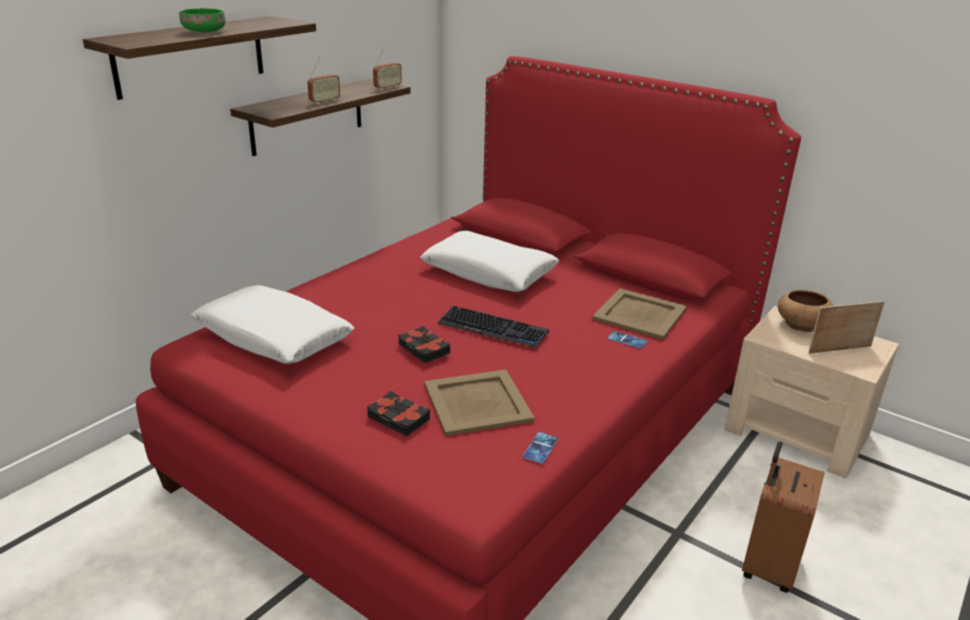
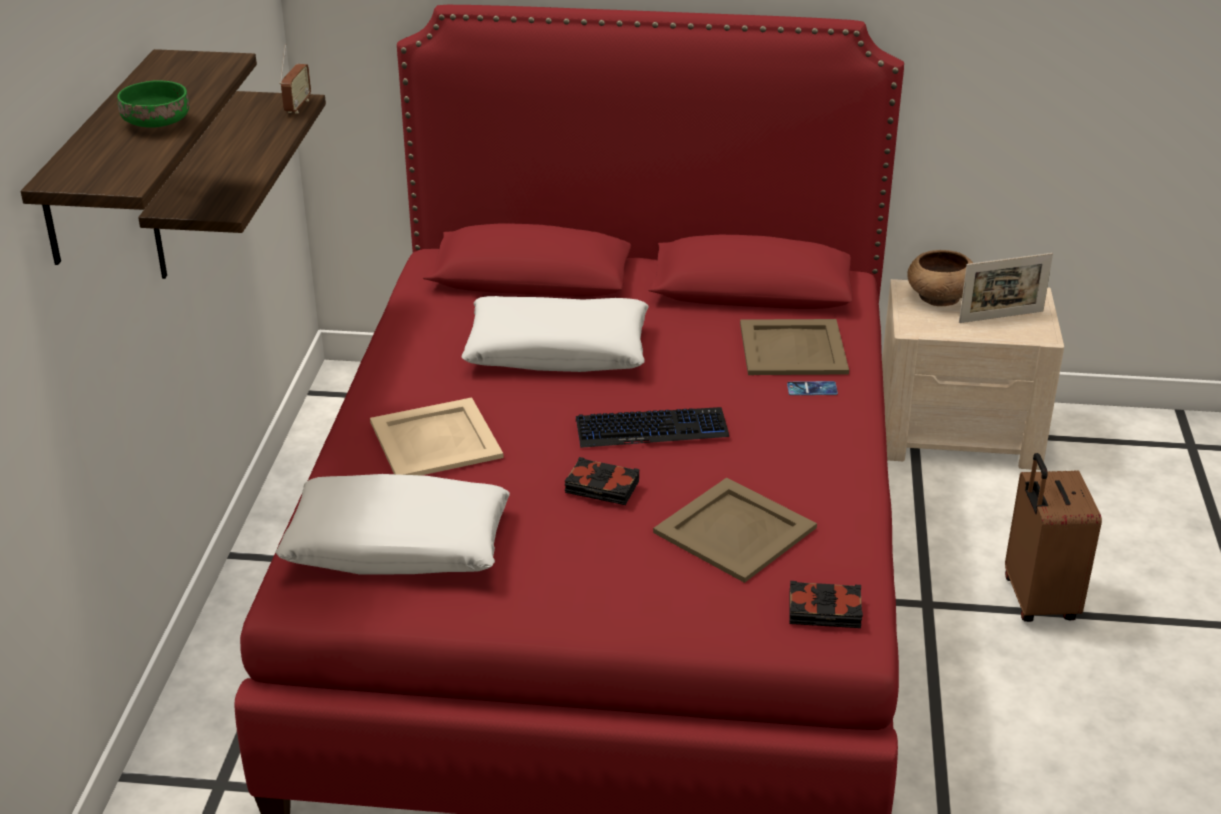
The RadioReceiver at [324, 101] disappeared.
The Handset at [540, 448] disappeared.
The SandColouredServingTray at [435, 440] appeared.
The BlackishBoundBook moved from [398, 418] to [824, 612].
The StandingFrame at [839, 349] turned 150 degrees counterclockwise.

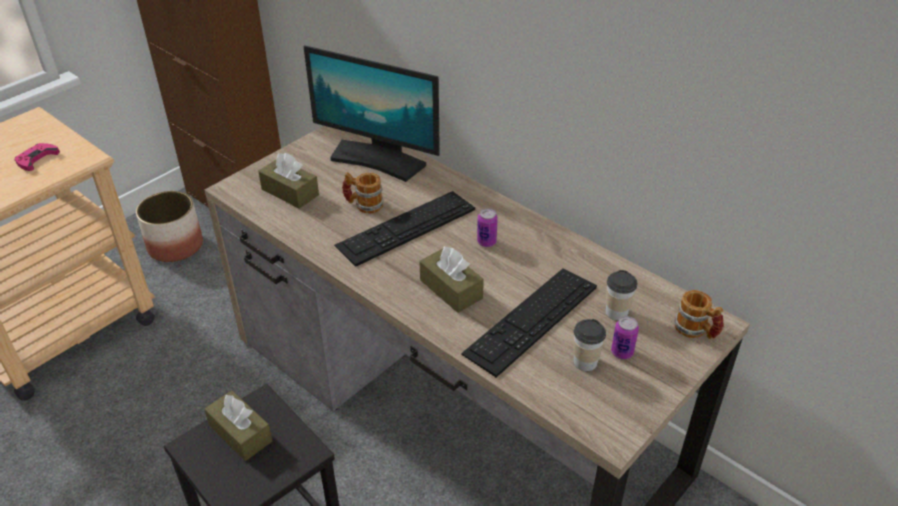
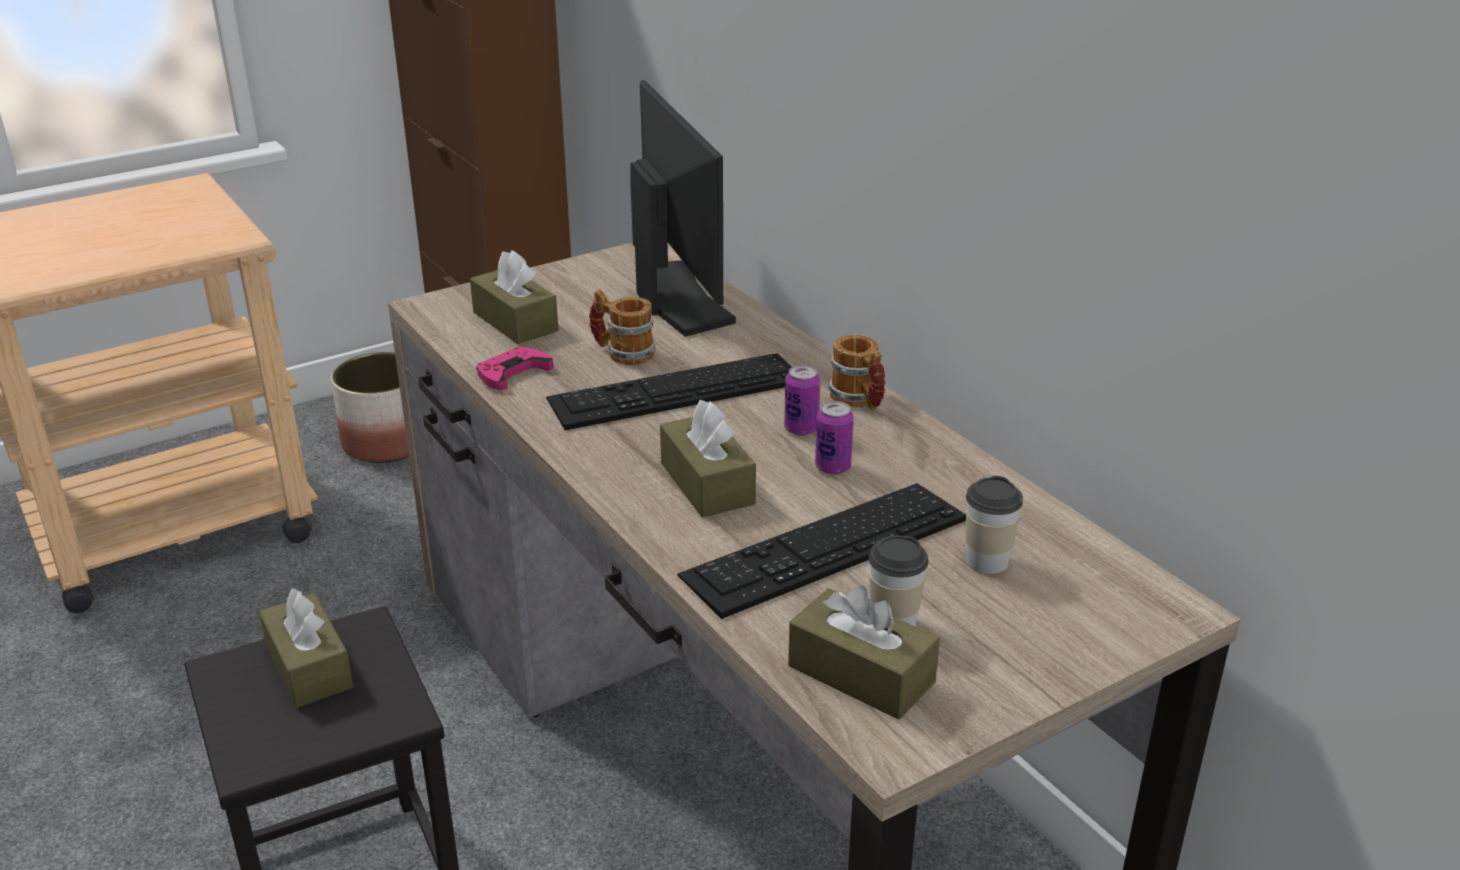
The BrownBoxOfTissues at [861, 674] appeared.
The PinkGameController moved from [37, 159] to [513, 373].
The Can moved from [622, 352] to [833, 467].
The TeaMug moved from [696, 331] to [859, 400].
The ComputerScreen at [378, 159] turned 150 degrees counterclockwise.

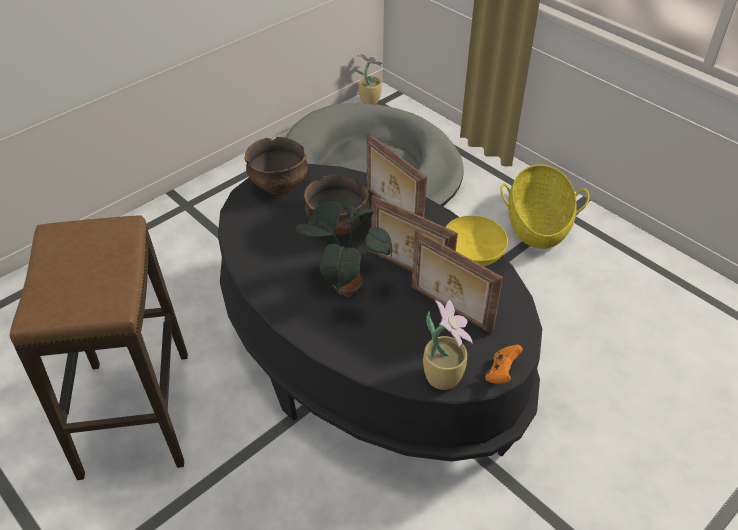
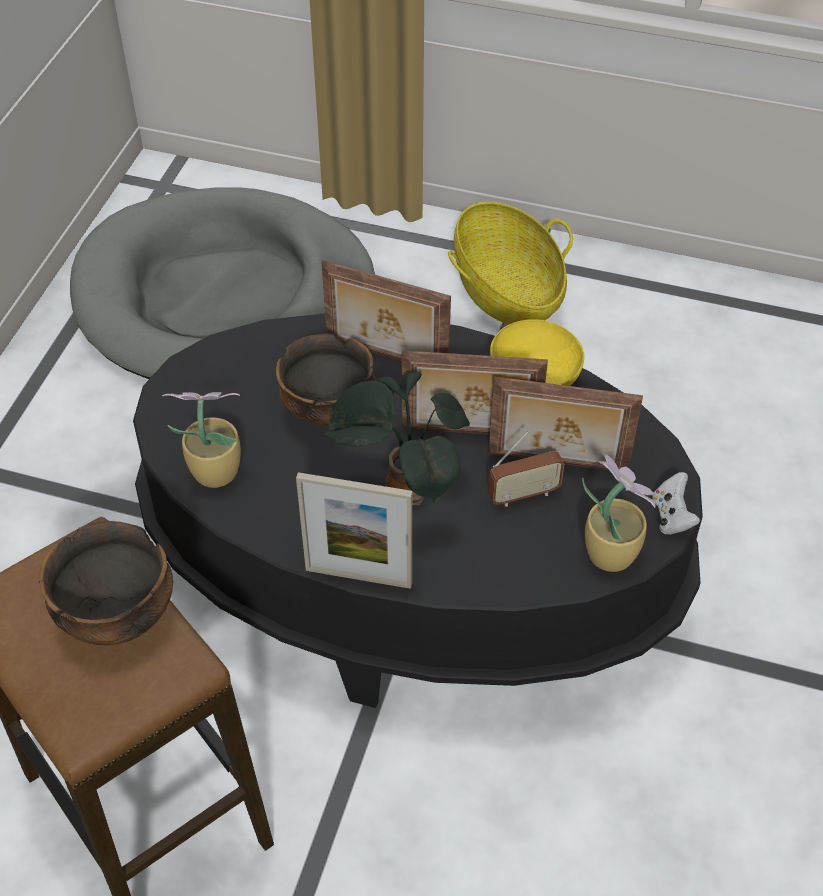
The StandingFrame at [358, 576] appeared.
The RadioReceiver at [523, 494] appeared.
The ServingBowl moved from [279, 185] to [118, 615].
The PottedPlant moved from [369, 100] to [213, 471].
The OrangeyGameController at [501, 373] became the WhitishGameController at [671, 516].

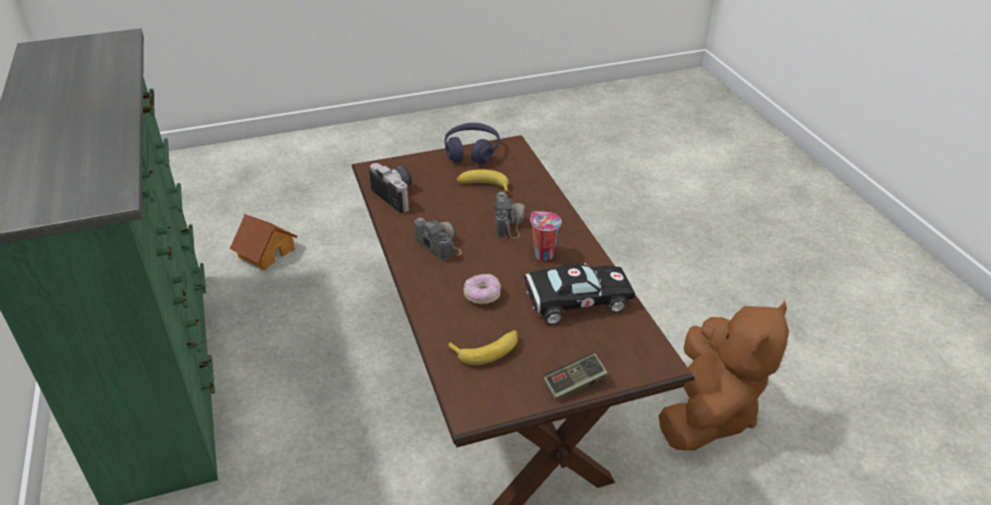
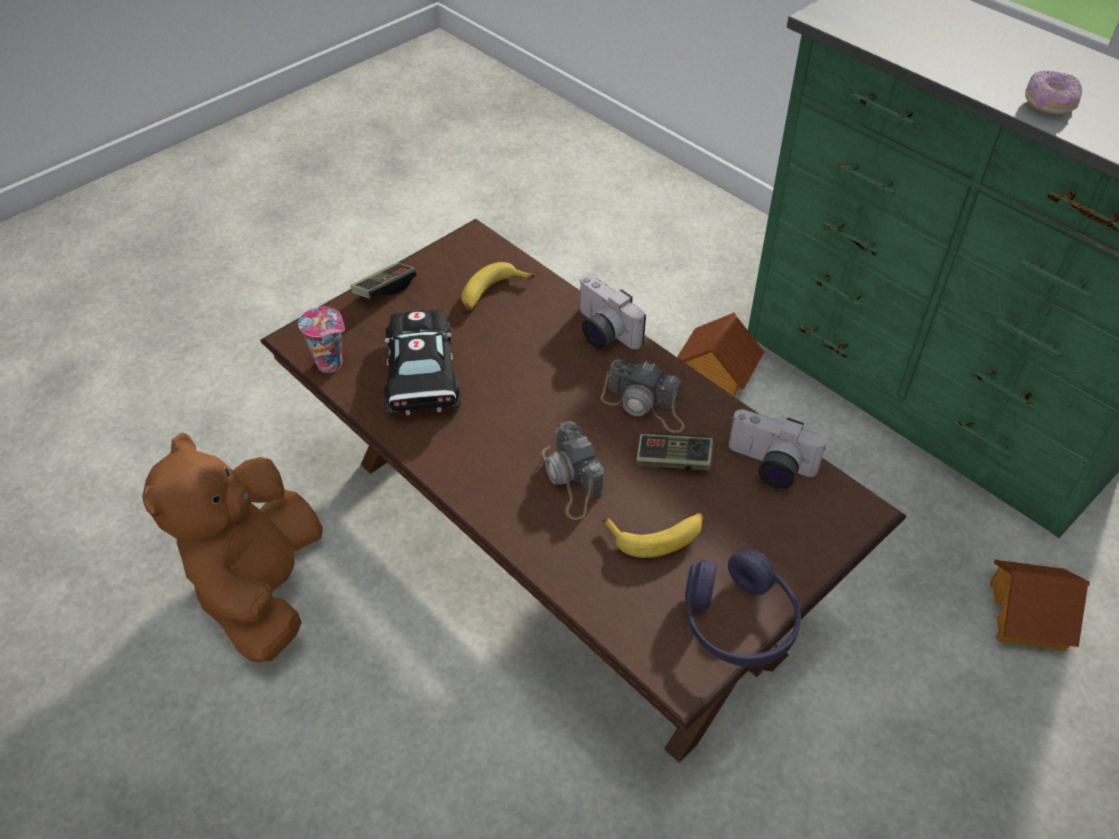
The PhotoCamera at [601, 332] appeared.
The GameController at [673, 460] appeared.
The MiniatureHouse at [715, 372] appeared.
The Doughnut moved from [482, 296] to [1048, 104].
The Cup moved from [542, 255] to [331, 364].
The BlackishModelCar at [573, 302] turned 120 degrees clockwise.

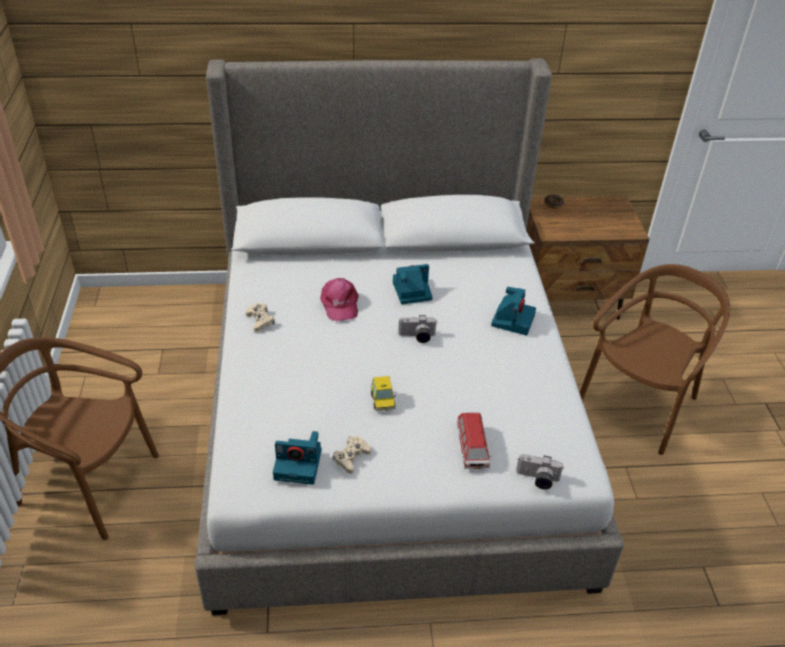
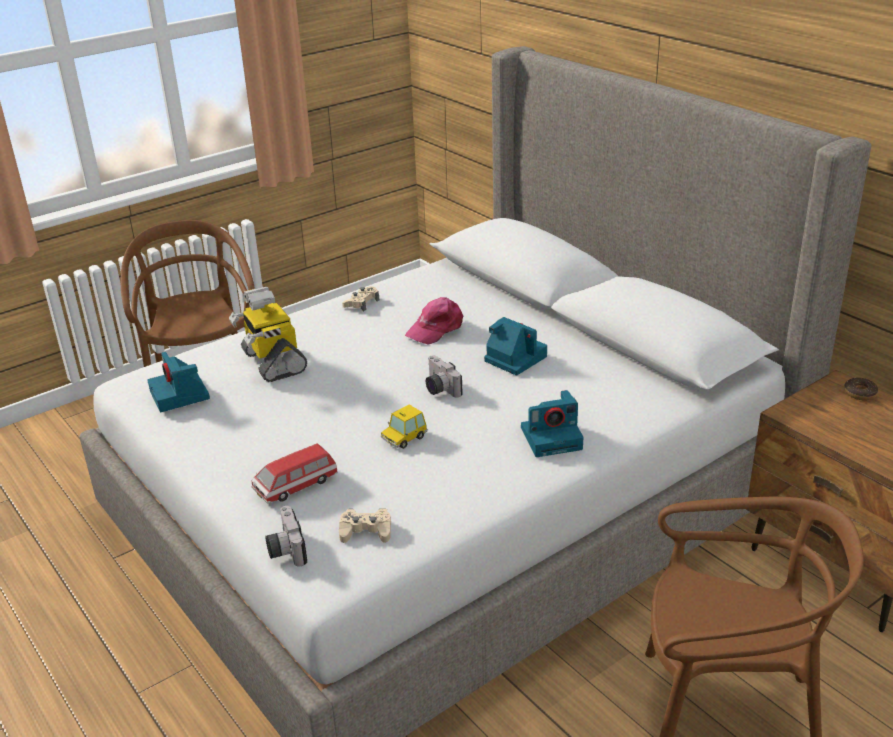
The RobotFigure at [272, 362] appeared.
The SandColouredGameController moved from [351, 457] to [366, 531].
The ModelCar moved from [383, 401] to [404, 438].

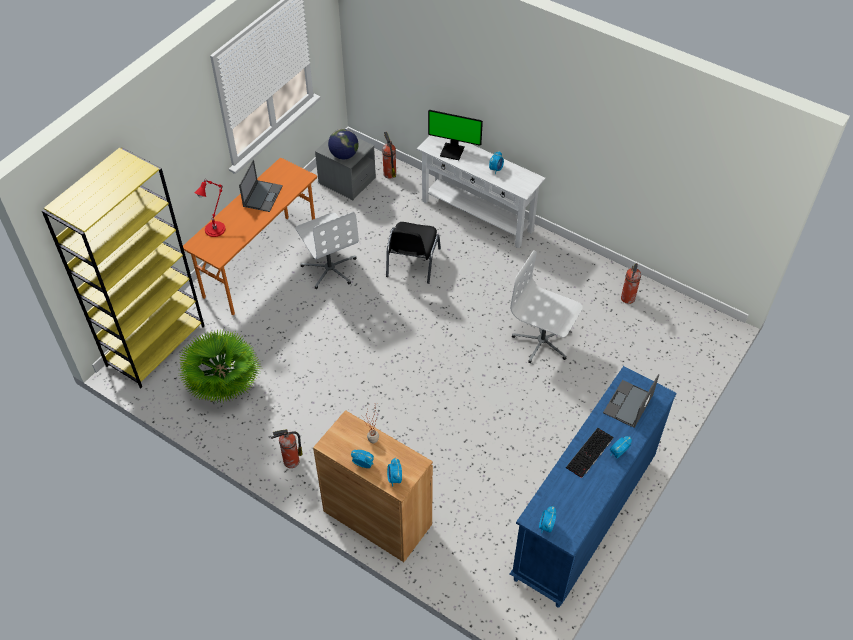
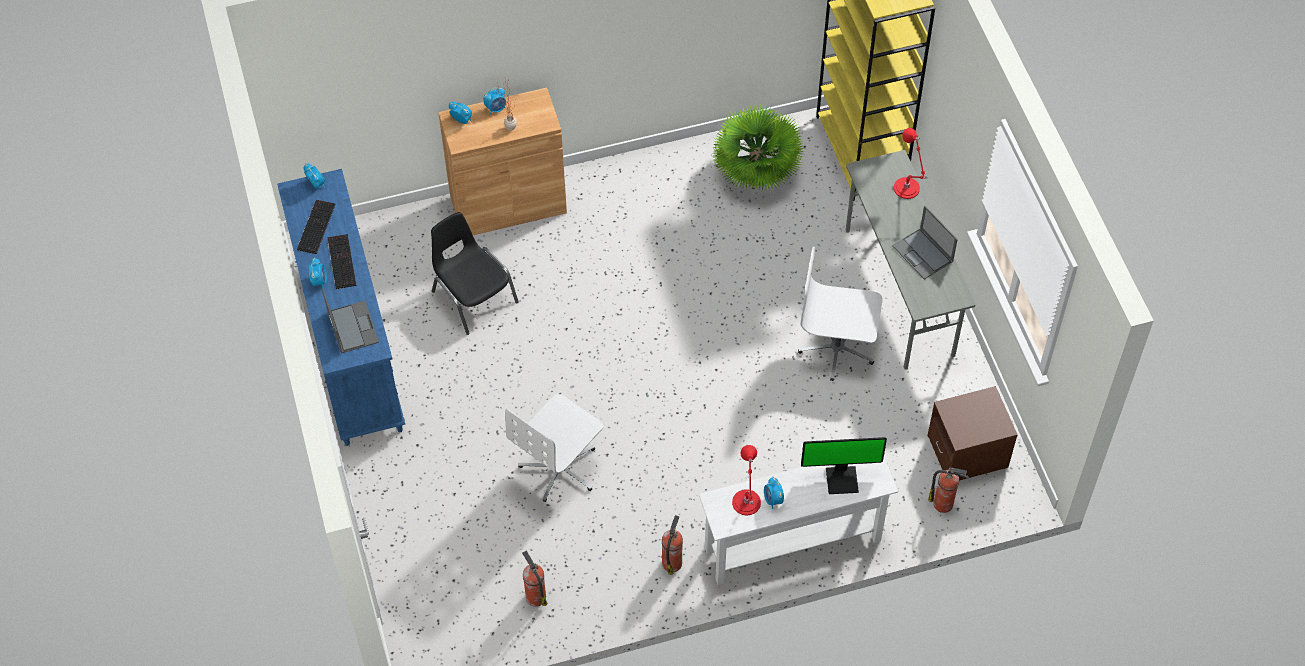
The DeskGlobe at [344, 155] disappeared.
The ComputerKeyboard at [315, 226] appeared.
The ReddishTabletopLamp at [746, 505] appeared.
The Extinguisher moved from [290, 461] to [672, 562].
The BlackishUprightChair moved from [412, 263] to [473, 296].
The OrangeyDesk at [261, 264] became the GrayDesk at [900, 293].
The GrayBedsideTable at [347, 181] became the BrownBedsideTable at [967, 452].
The ComputerScreen at [453, 151] turned 150 degrees counterclockwise.
The WhitishOfficeChair at [542, 342] turned 150 degrees clockwise.

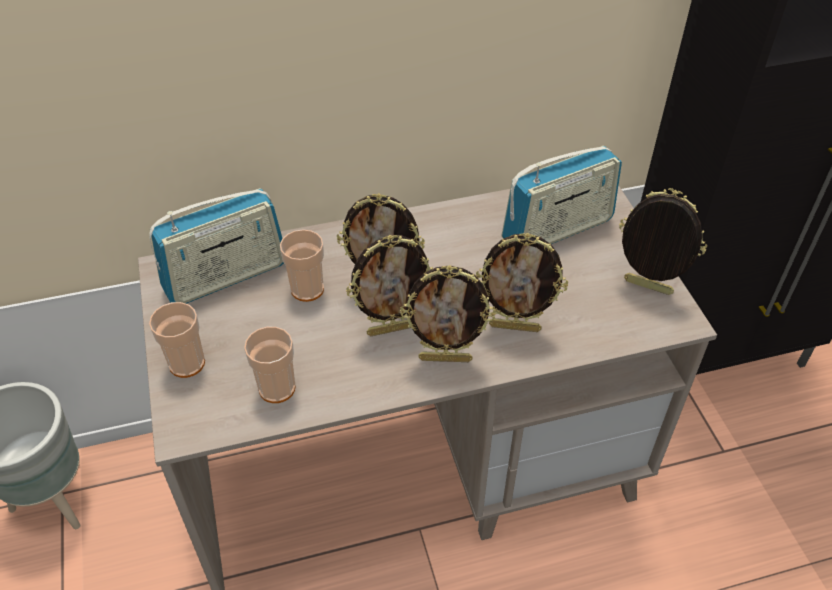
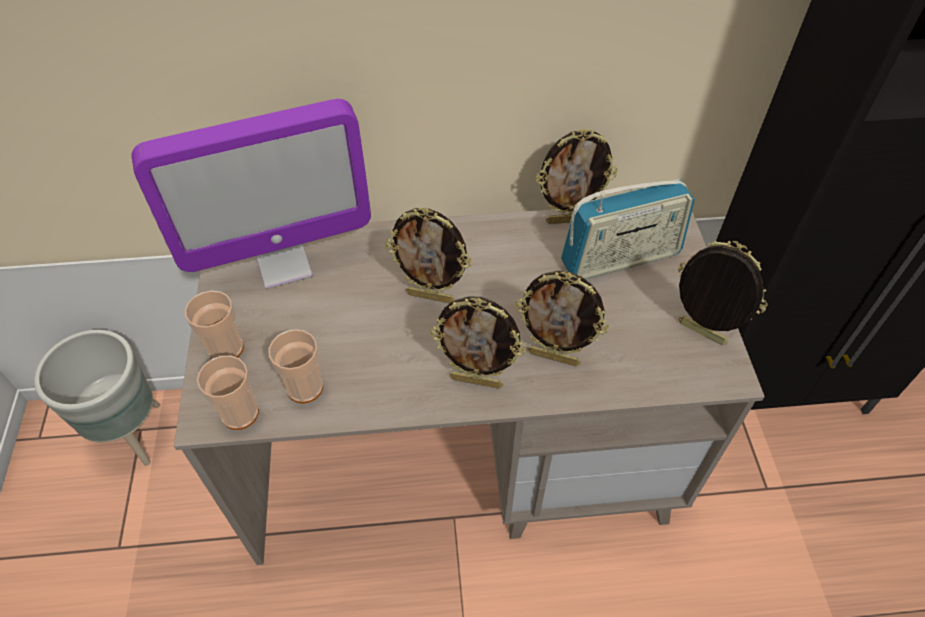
The Cup moved from [307, 289] to [240, 413].
The StandingFrame moved from [392, 329] to [568, 220].
The RadioReceiver at [226, 276] was replaced by the ComputerScreen at [283, 264].

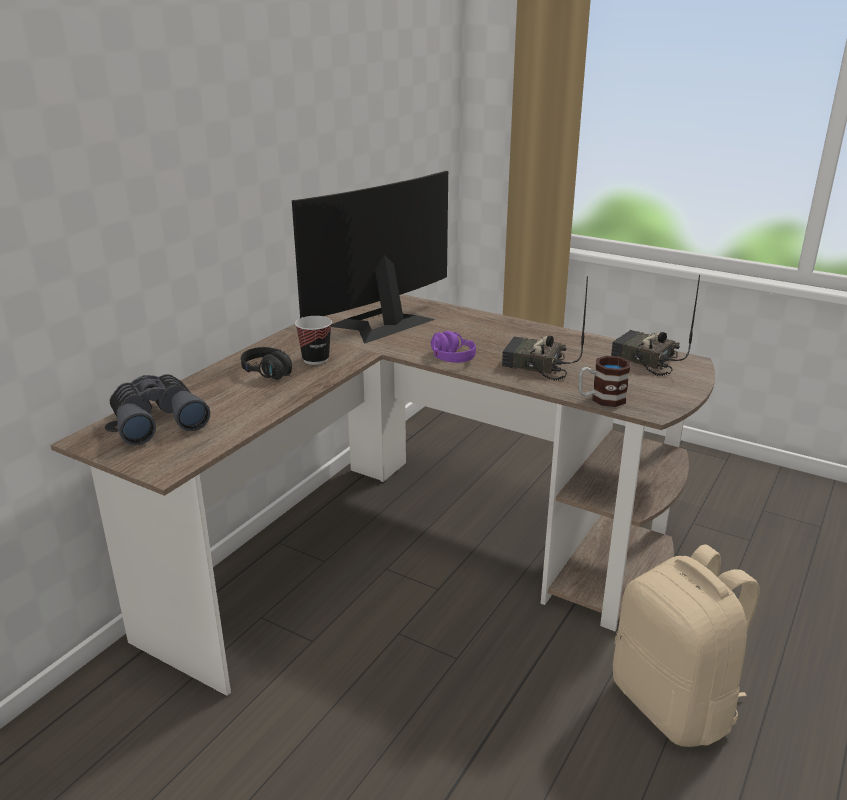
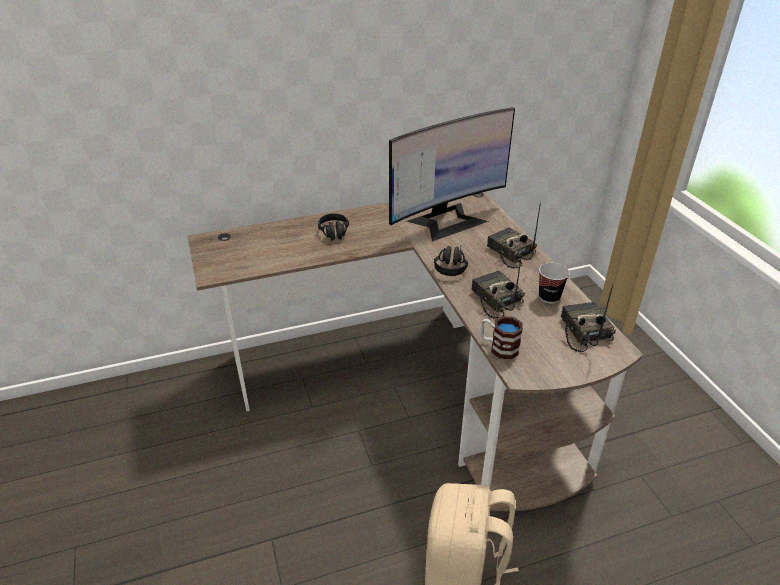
The GrayFieldGlasses at [157, 420] disappeared.
The RadioReceiver at [509, 253] appeared.
The Cup moved from [315, 359] to [549, 297].
The PurpleHeadphones at [448, 355] became the BlackishHeadphones at [451, 265].
The ComputerScreen at [381, 323] turned 150 degrees clockwise.

